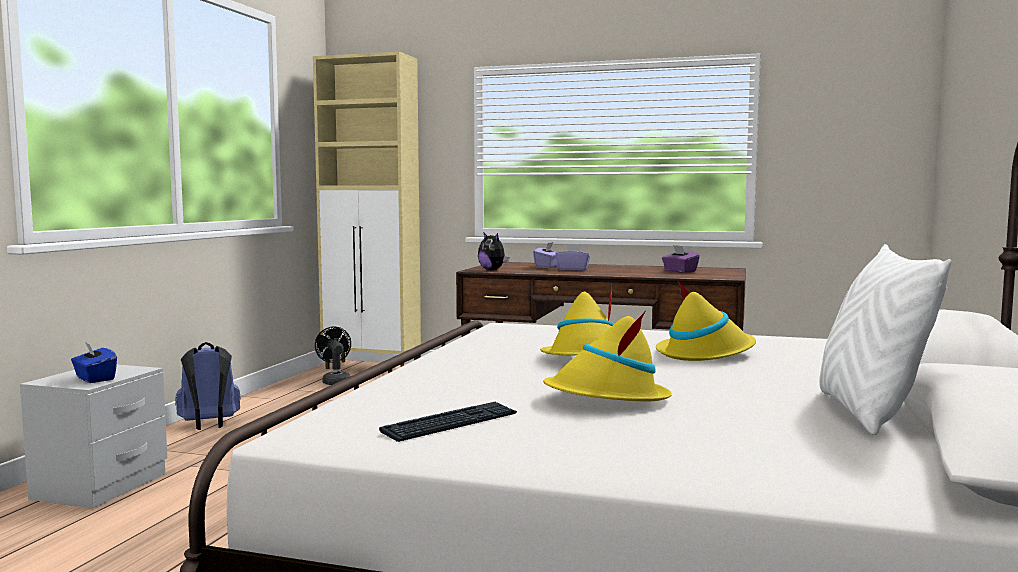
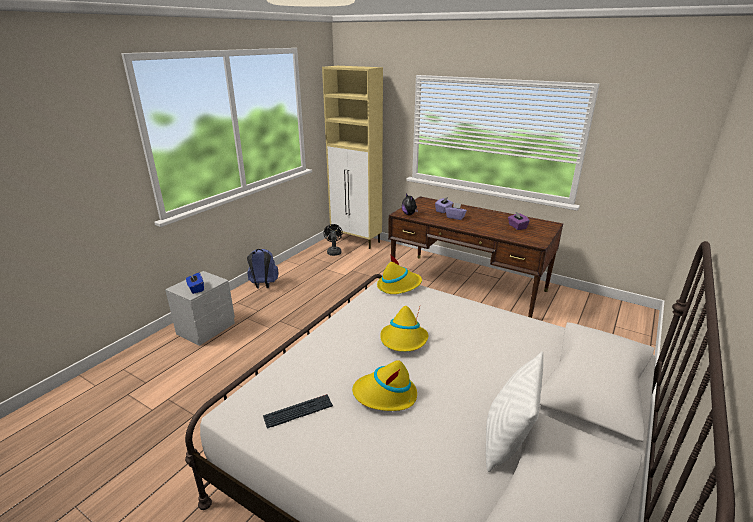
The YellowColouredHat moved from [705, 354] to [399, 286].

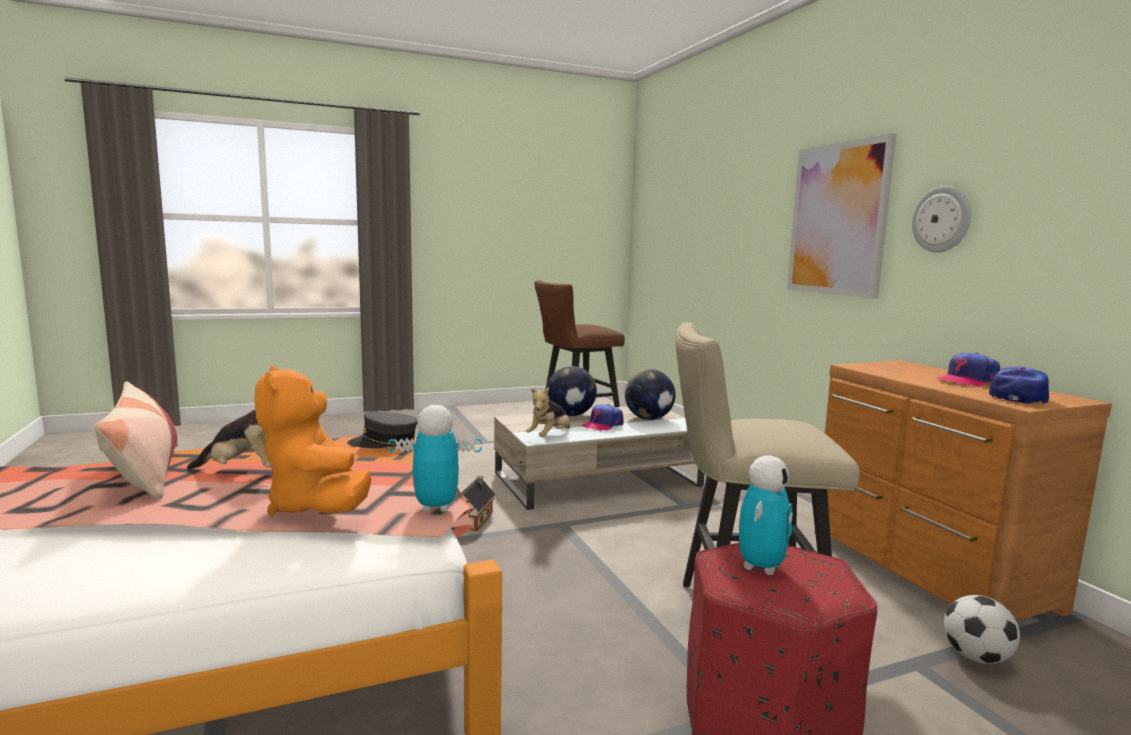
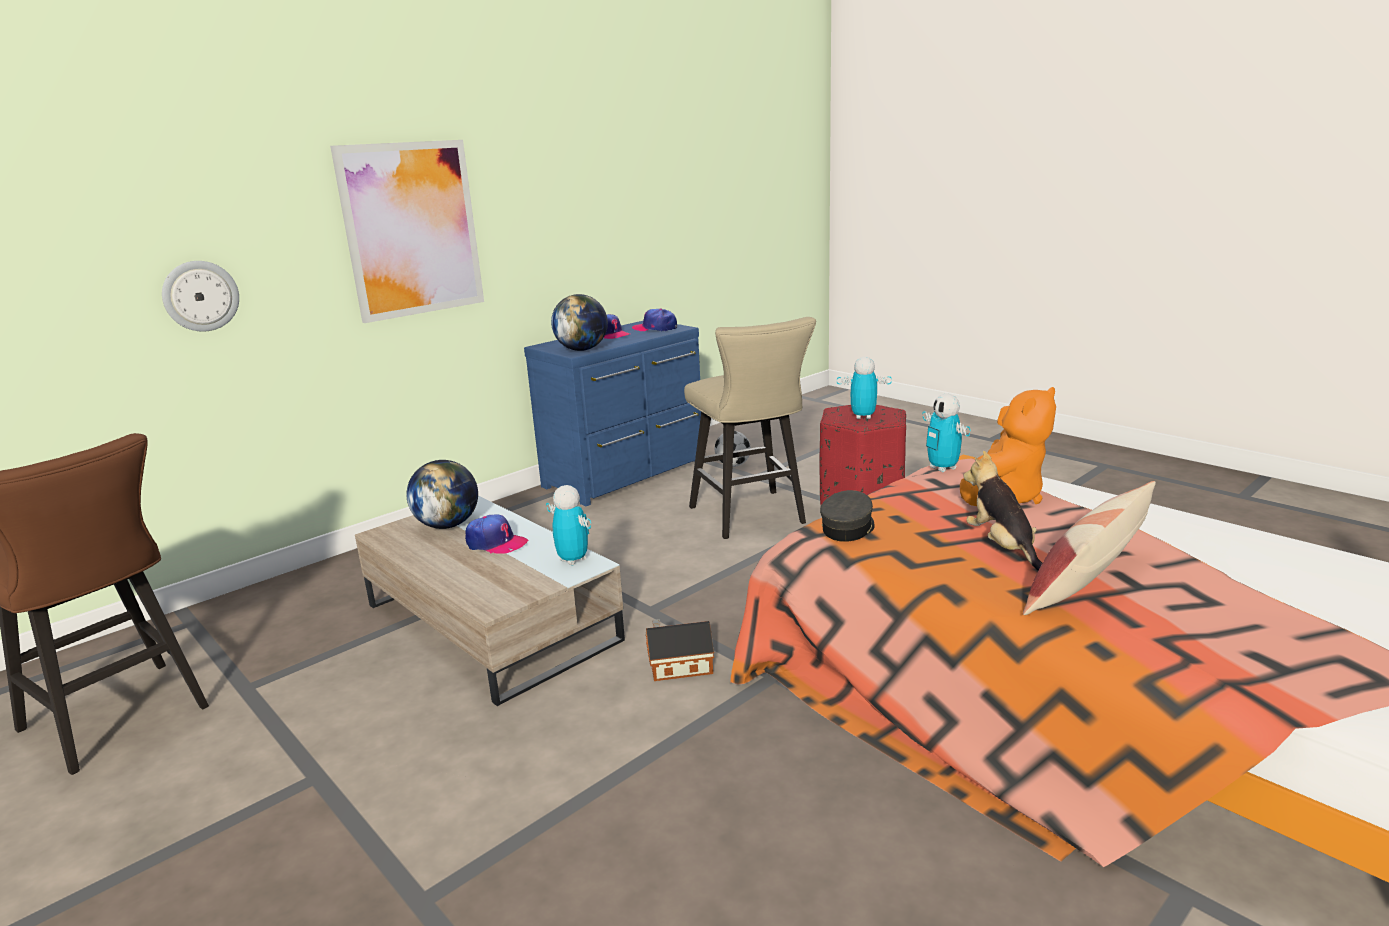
The DeskGlobe moved from [571, 415] to [582, 350].
The WallClock moved from [942, 219] to [200, 296].
The SoftToy at [549, 437] was replaced by the RobotFigure at [573, 560].
The BrownDresser at [925, 570] became the BlueColouredDresser at [628, 474].
The GrayCap at [384, 442] turned 120 degrees counterclockwise.

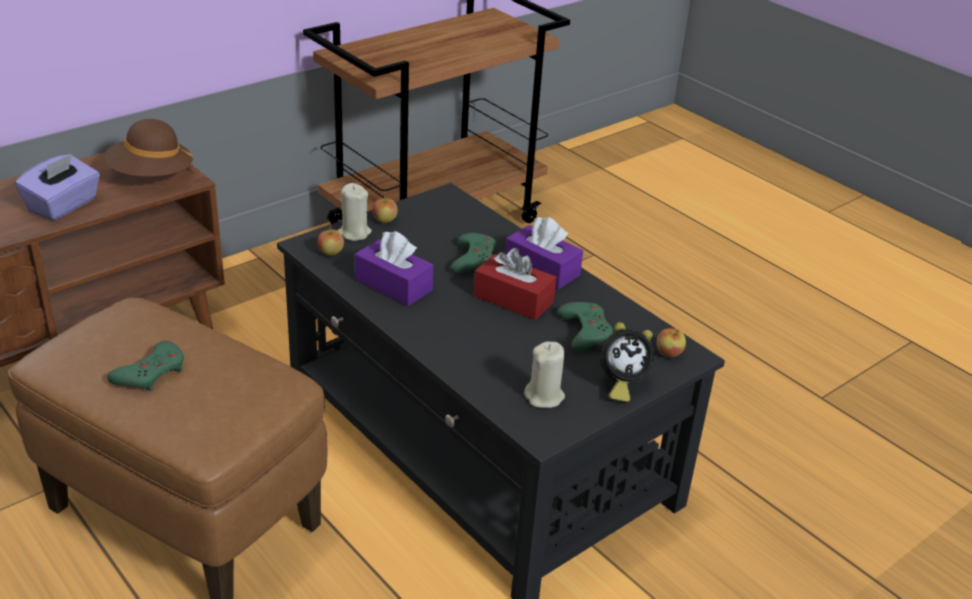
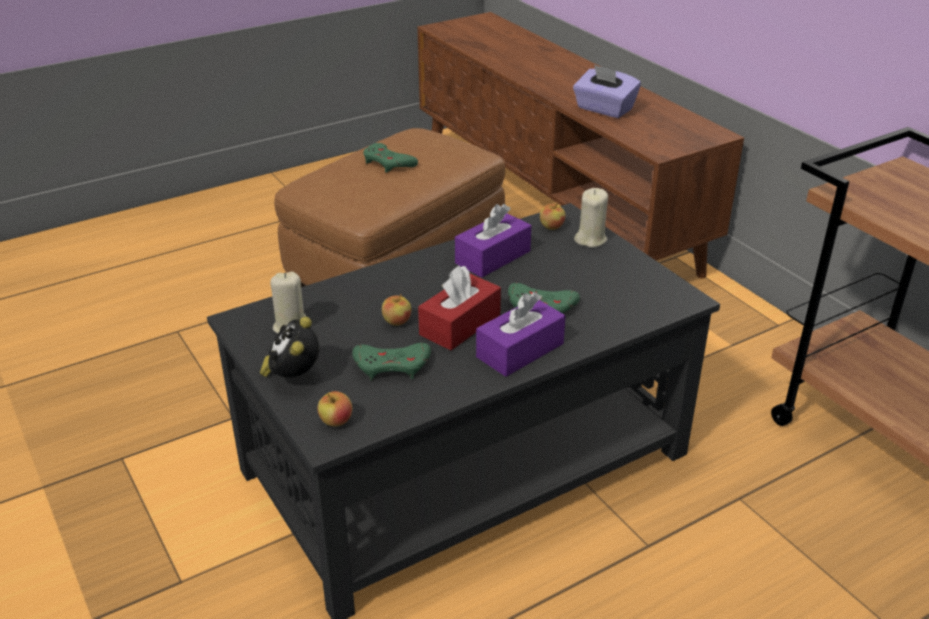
The BrownHat at [151, 176] disappeared.
The Apple moved from [384, 220] to [397, 322].

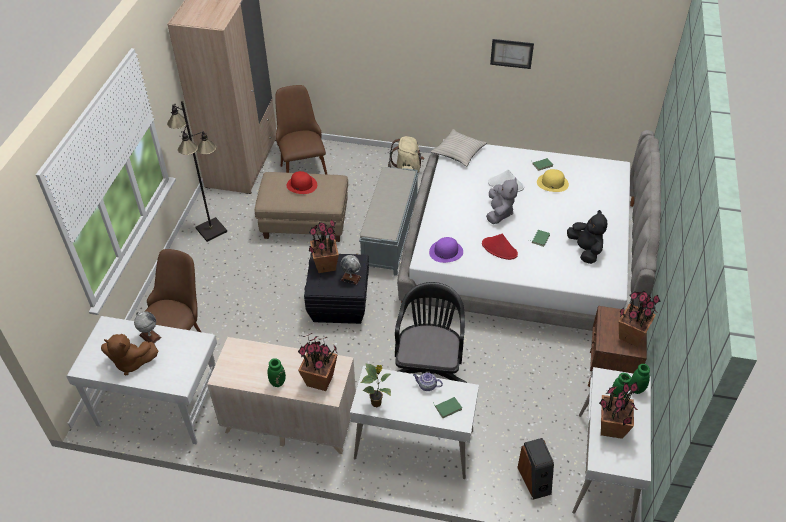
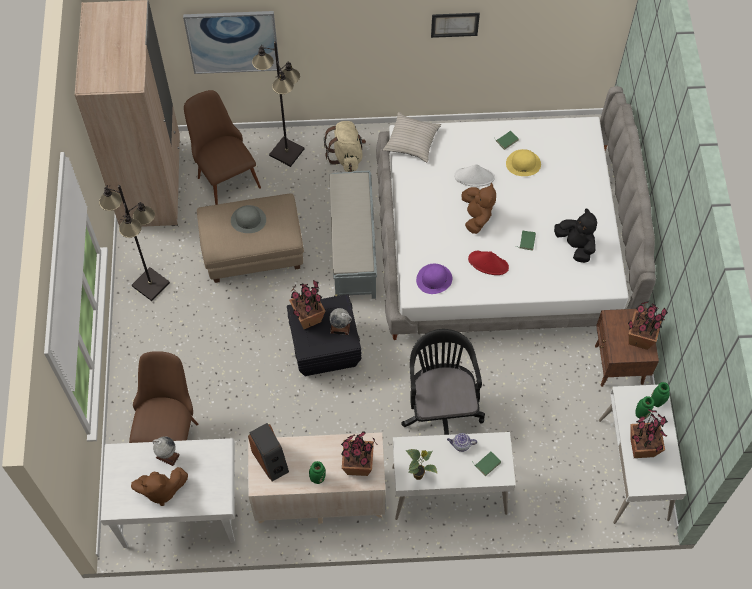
The WallArt at [232, 41] appeared.
The BlackishStandingLamp at [286, 152] appeared.
The AudioSpeaker moved from [535, 480] to [271, 460].
The ReddishHat at [302, 185] became the GrayHat at [248, 220].
The GraySoftToy at [499, 213] became the BrownSoftToy at [476, 216].

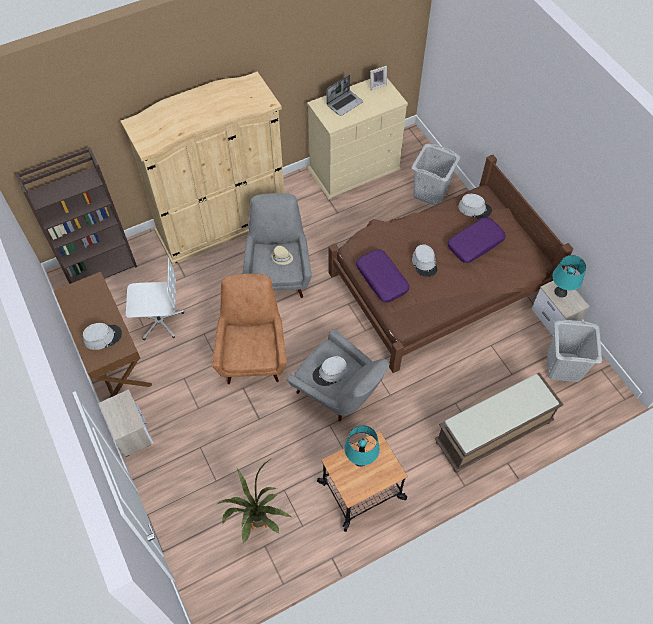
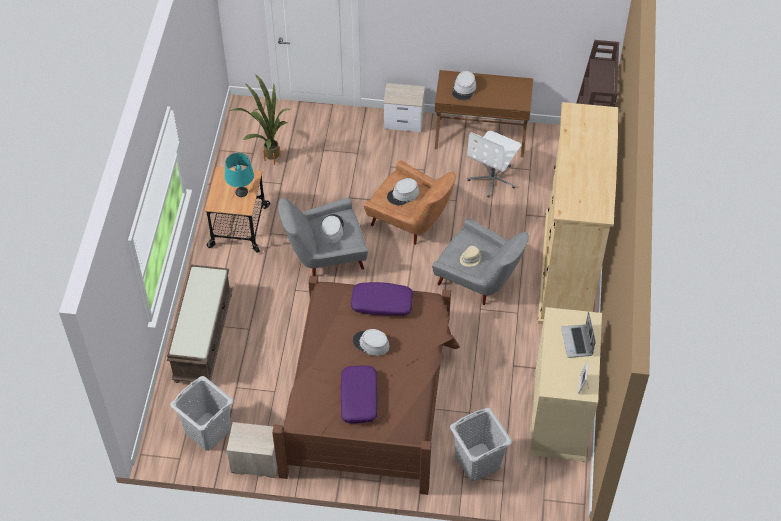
The BlueGreenTabletopLamp at [561, 292] disappeared.
The GrayHat moved from [475, 208] to [403, 194].

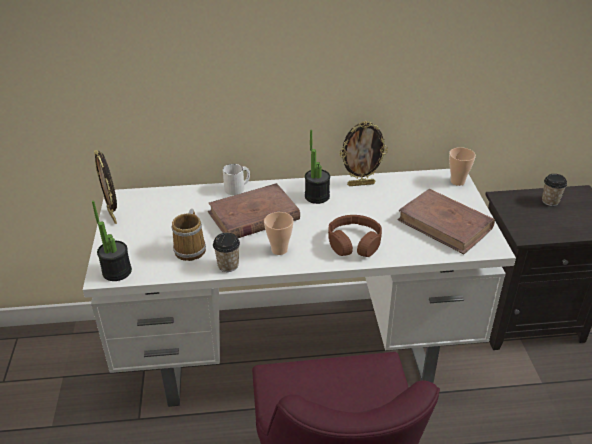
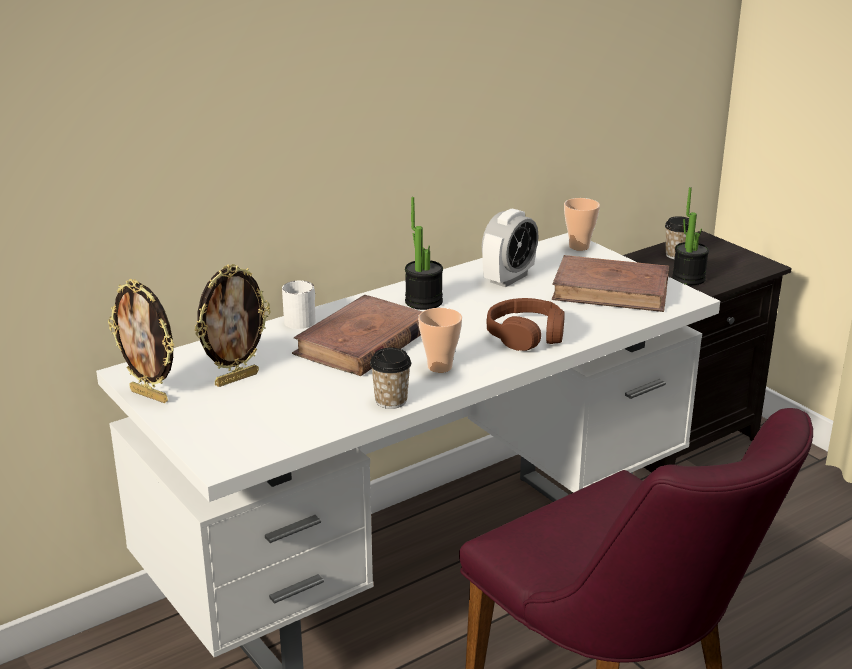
The TeaMug at [191, 249] disappeared.
The TableClock at [508, 278] appeared.
The PottedPlant moved from [117, 271] to [688, 278].
The StandingFrame moved from [361, 184] to [236, 379].

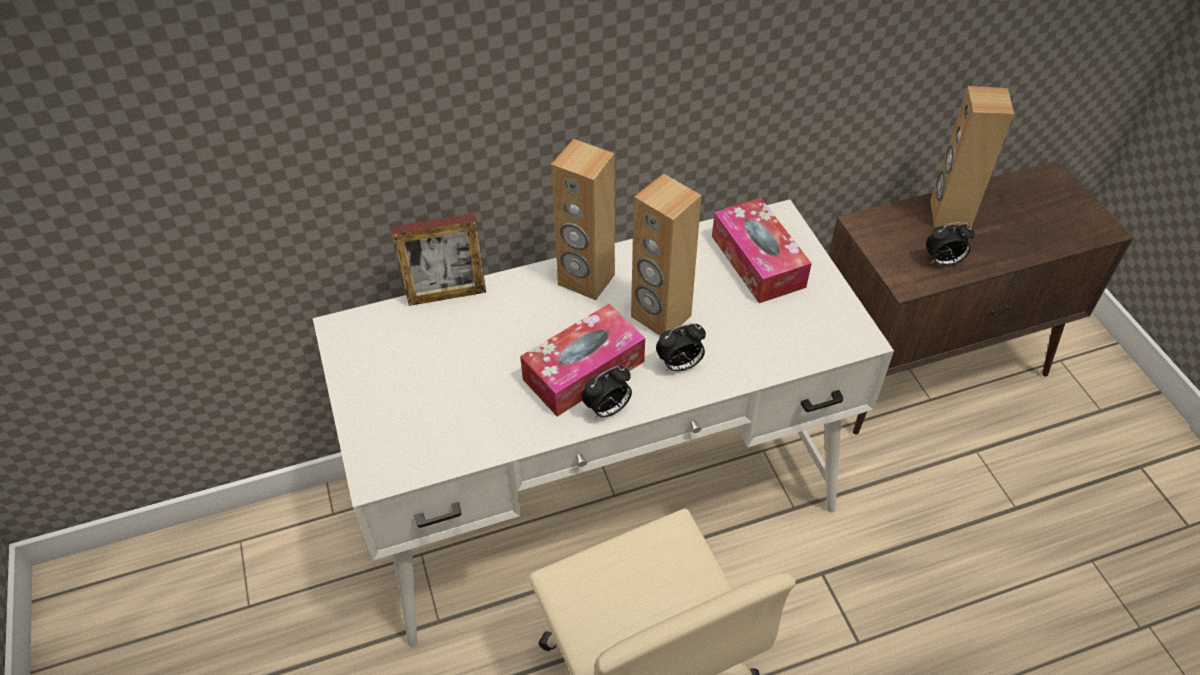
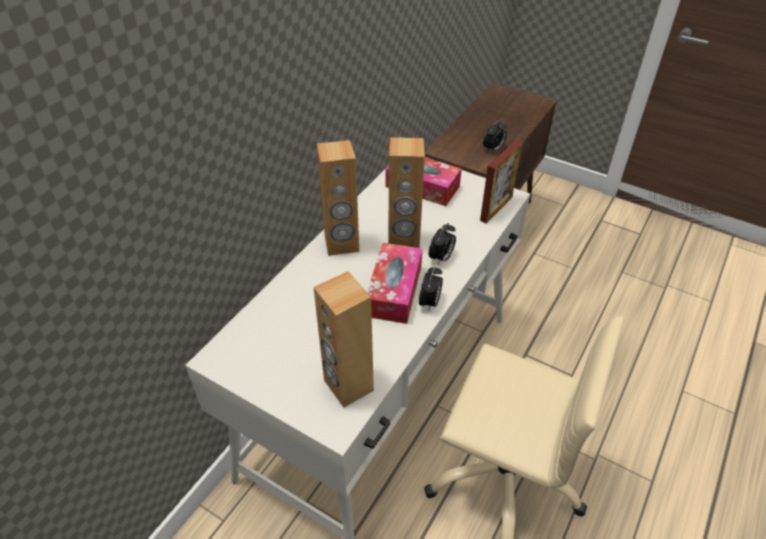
The StandingFrame moved from [447, 295] to [496, 208].
The BrownAudioSpeaker moved from [949, 214] to [348, 386].

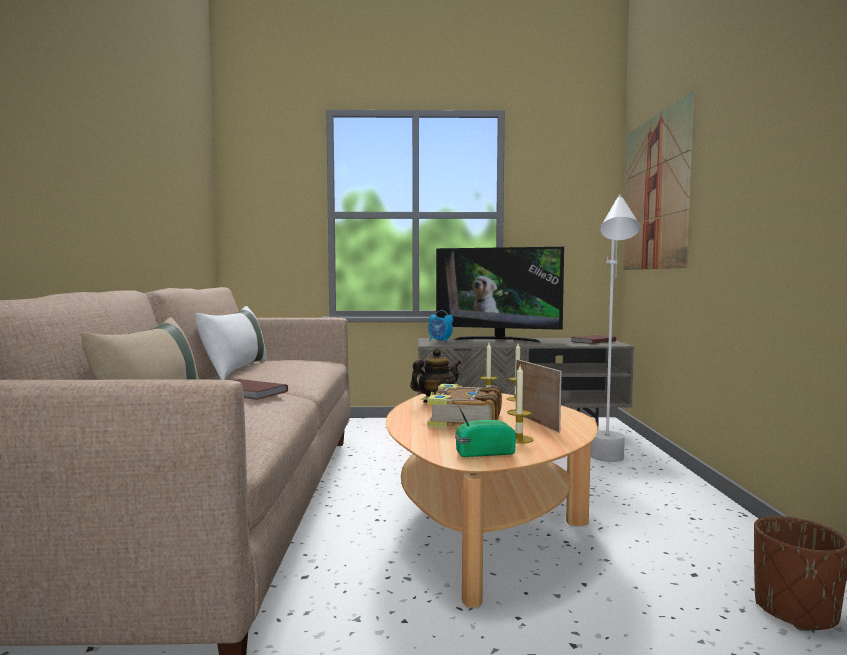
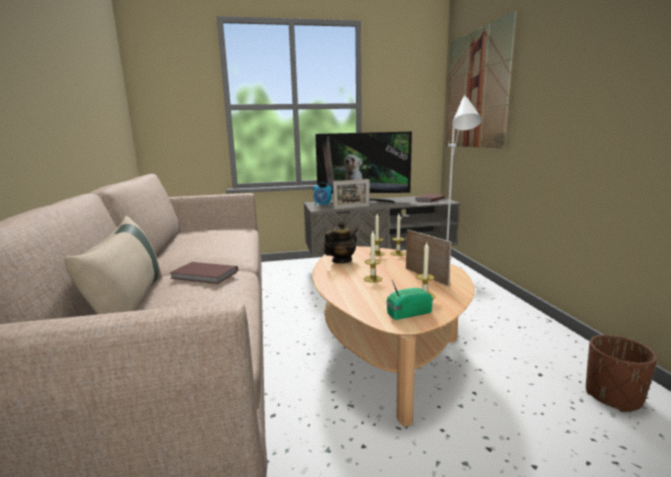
The WhitishCushion at [236, 370] disappeared.
The StandingFrame at [351, 207] appeared.
The BoundBook at [463, 420] was replaced by the WaxCandle at [372, 279].

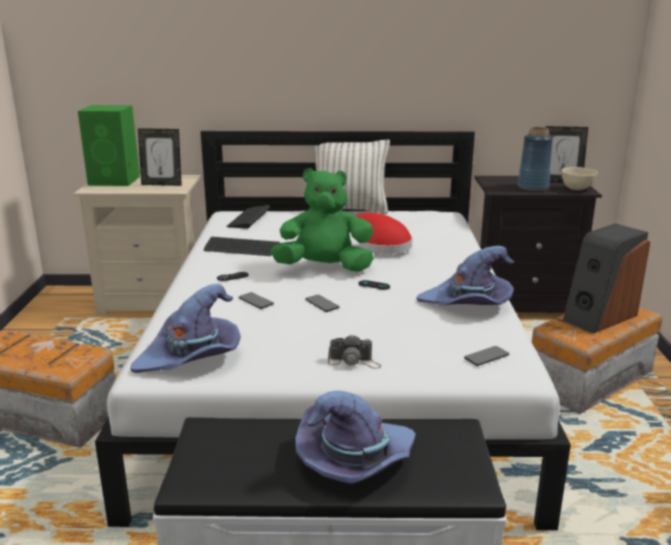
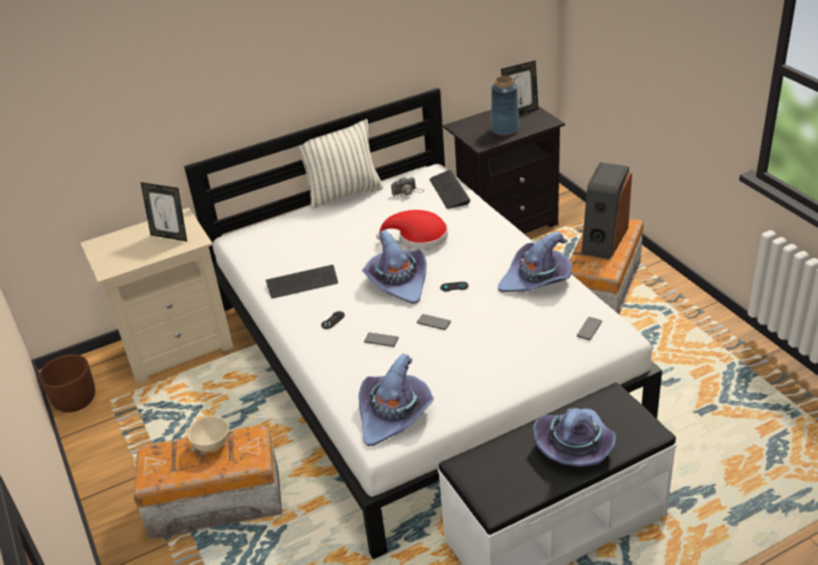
The GreenAudioSpeaker at [115, 181] disappeared.
The BrownFlowerPot at [75, 400] appeared.
The ComputerKeyboard moved from [248, 218] to [449, 191].
The PhotoCamera moved from [354, 361] to [407, 192].
The SandColouredServingBowl moved from [577, 189] to [213, 445].
The GreenSoftToy at [324, 268] was replaced by the PurpleHat at [398, 281].
The StandingFrame at [162, 184] turned 45 degrees clockwise.

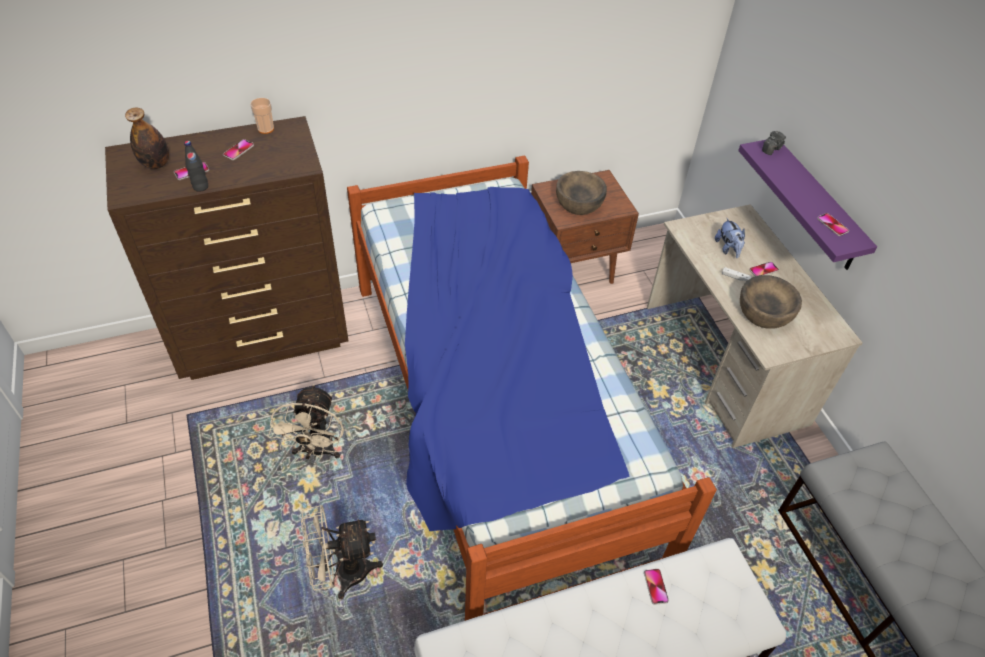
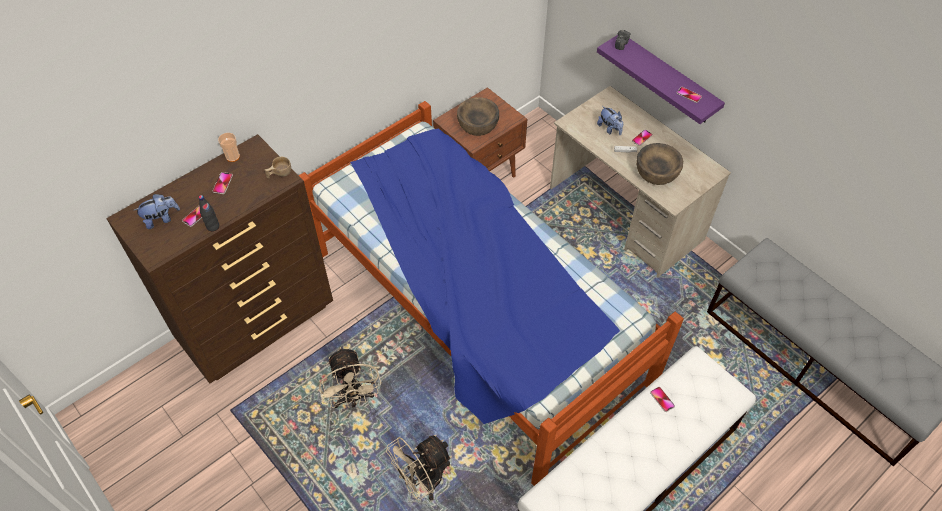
The SandColouredCup at [279, 174] appeared.
The DrinkBottle at [156, 164] was replaced by the SoftToy at [161, 219].

